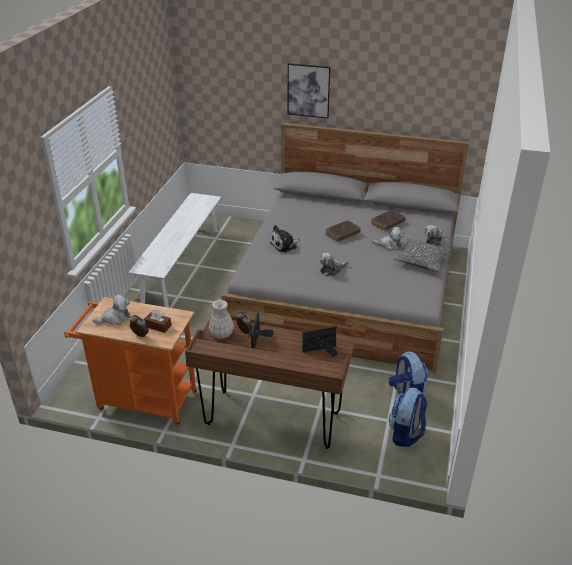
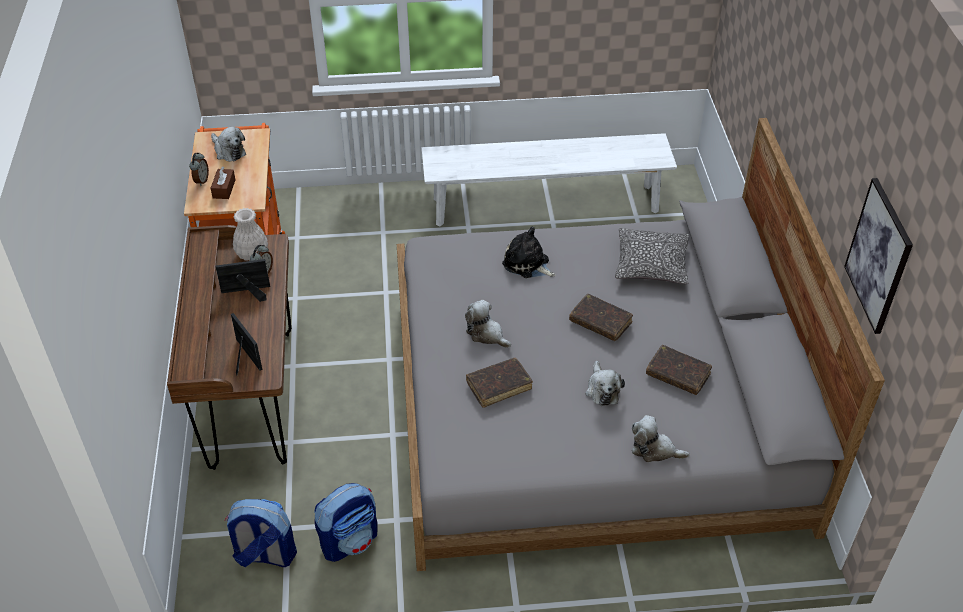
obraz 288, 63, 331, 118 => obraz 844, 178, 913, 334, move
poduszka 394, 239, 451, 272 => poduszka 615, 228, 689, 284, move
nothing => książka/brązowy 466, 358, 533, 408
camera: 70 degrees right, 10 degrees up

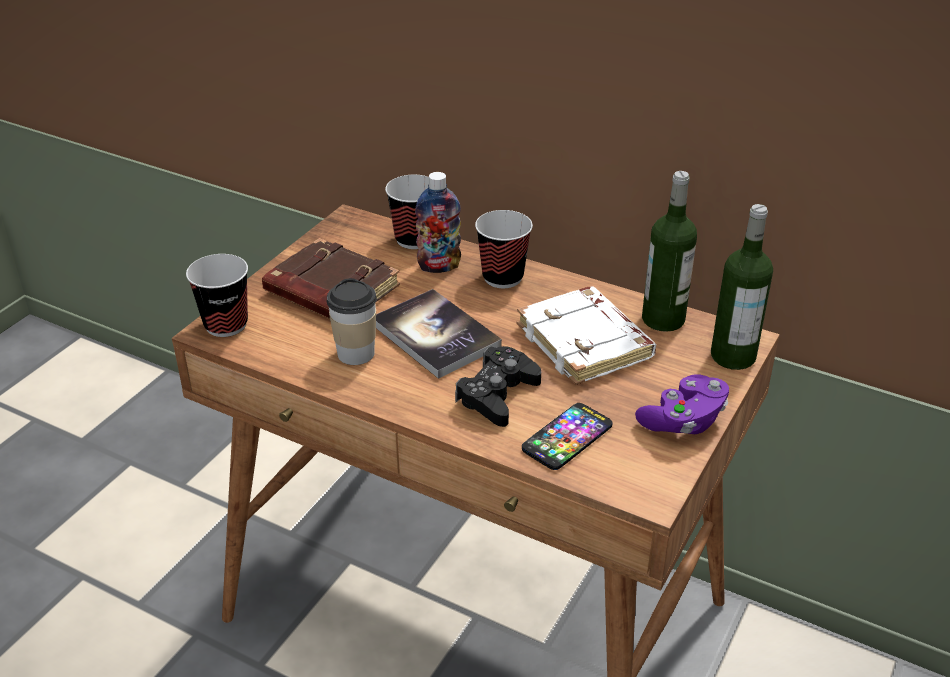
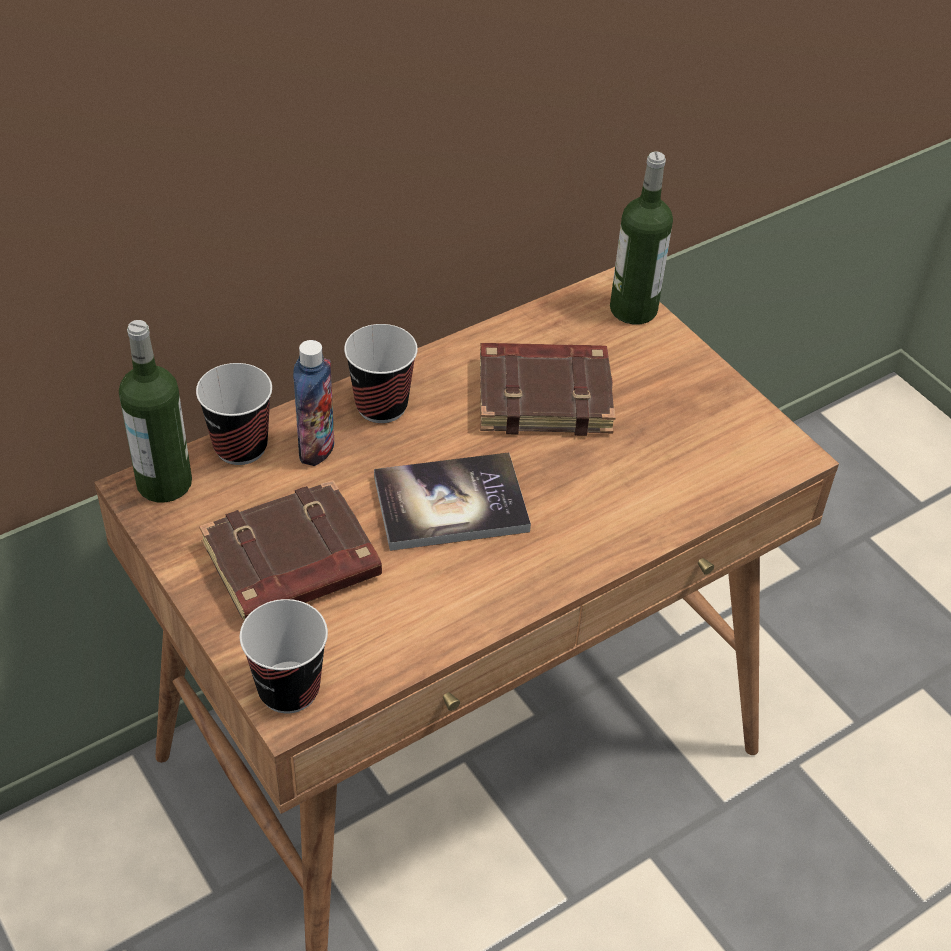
butelka 642, 171, 697, 332 => butelka 119, 320, 192, 502, move
filiżanka 327, 278, 377, 365 => nothing
książka/biały 517, 286, 656, 385 => książka/brązowy 480, 343, 615, 436
pad do gier/czarny 455, 346, 541, 427 => nothing
pad do gier/fioletowy 635, 374, 729, 434 => nothing
telefon 522, 403, 613, 470 => nothing
camera: 65 degrees left, 10 degrees up

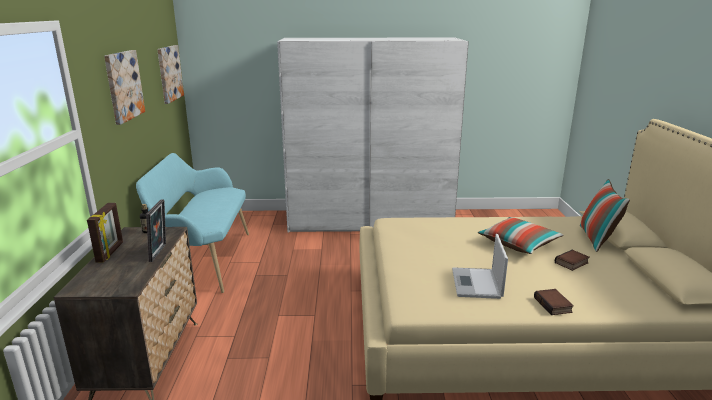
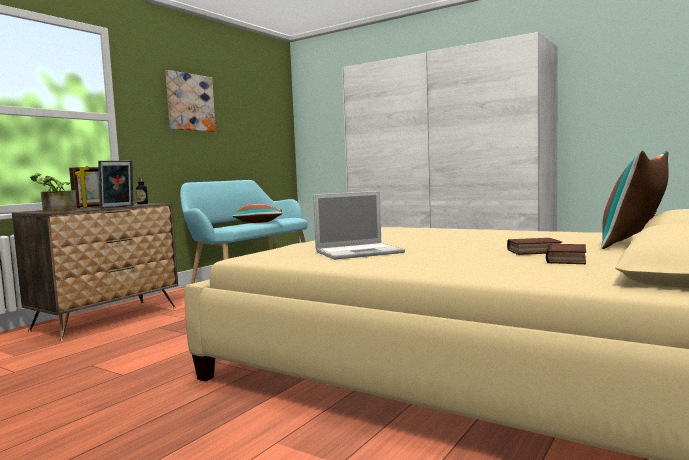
obraz 157, 45, 184, 104 => nothing
poduszka 478, 217, 564, 254 => poduszka 232, 204, 283, 223, move
laptop 452, 234, 508, 299 => laptop 313, 191, 405, 260, 150 degrees counterclockwise
książka 534, 289, 574, 315 => książka 546, 244, 586, 264, move
nothing => roślina doniczkowa 30, 173, 77, 212
camera: 35 degrees right, 15 degrees down

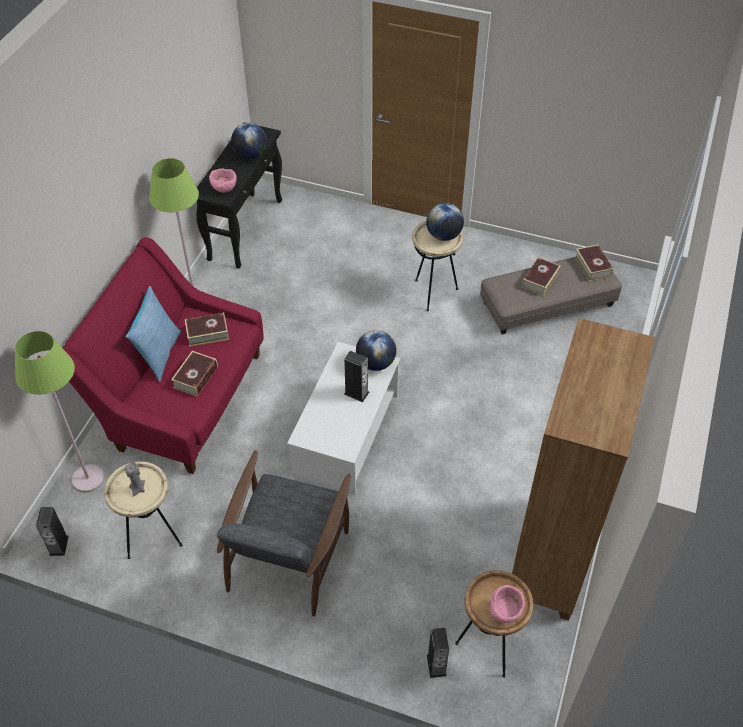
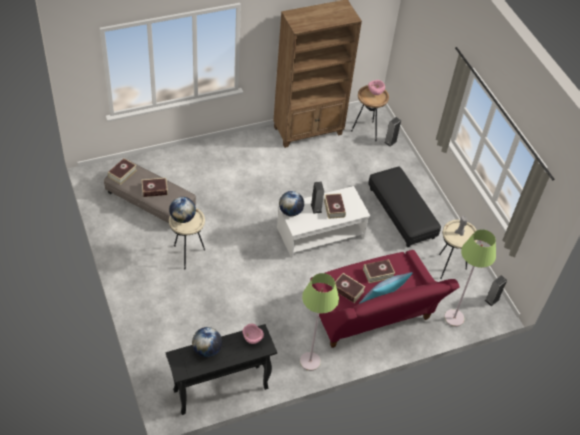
fotel/szary 217, 450, 351, 616 => pufa/czarny 368, 167, 441, 247
nothing => książka 324, 193, 346, 219
camera: 135 degrees left, 0 degrees up

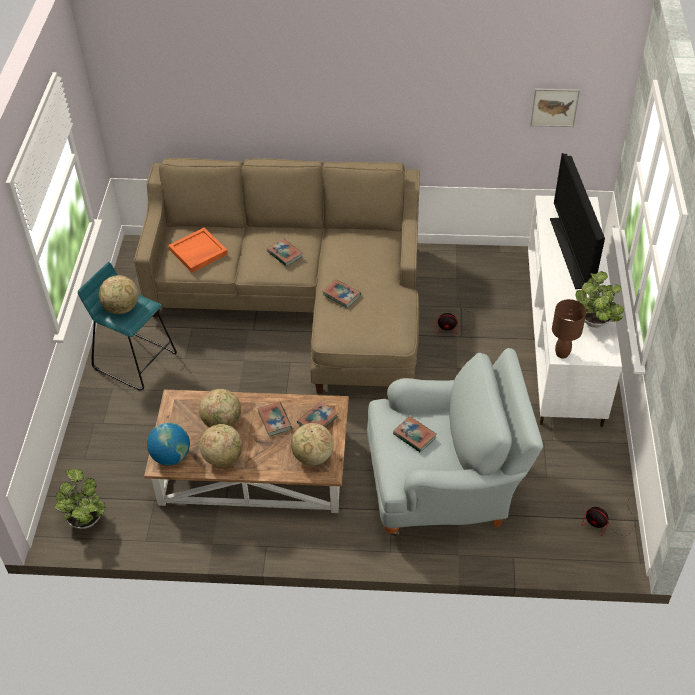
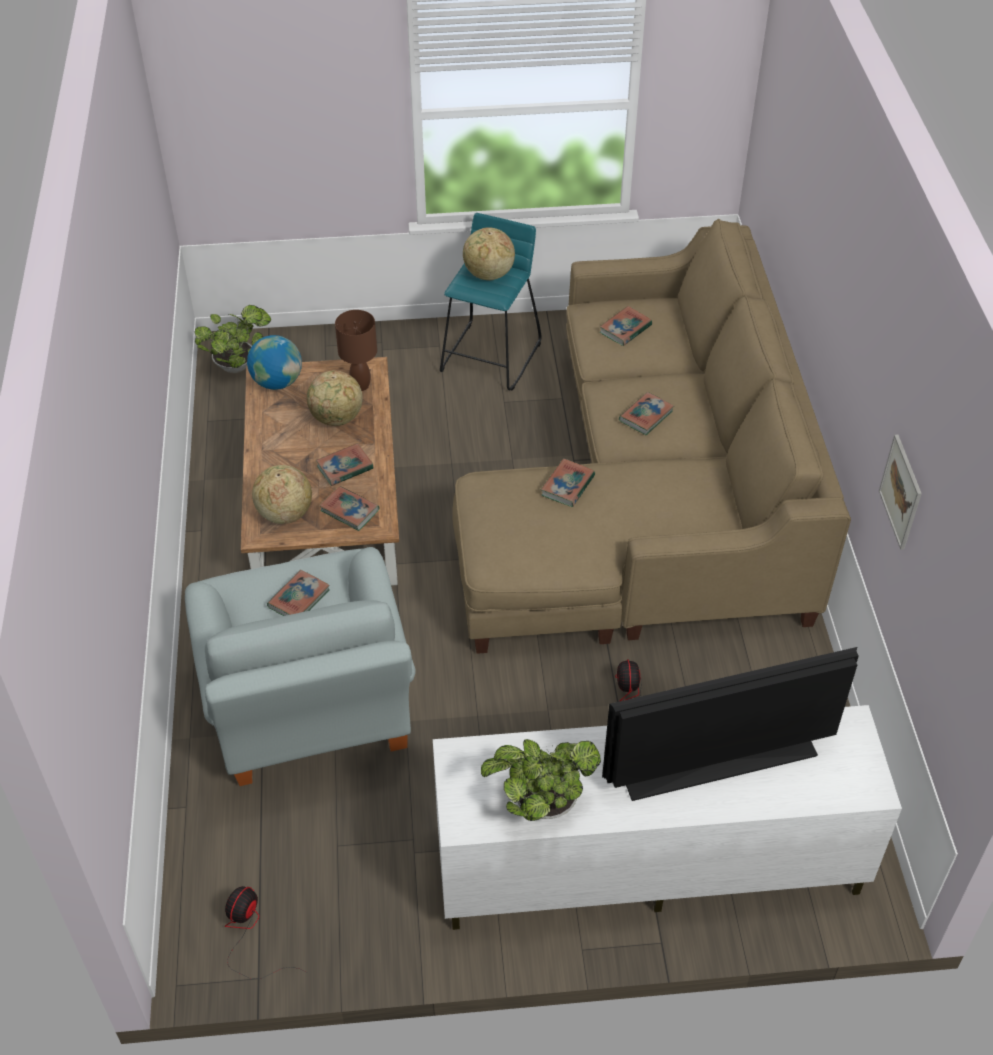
obraz 530, 88, 580, 127 => obraz 879, 434, 922, 550, move
taca/pomarańczowy 168, 228, 228, 272 => książka 599, 306, 652, 346
lampa stołowa/brązowy 552, 299, 586, 359 => lampa stołowa/brązowy 335, 310, 377, 391, move
globus 200, 424, 243, 467 => nothing
camera: 80 degrees right, 0 degrees up

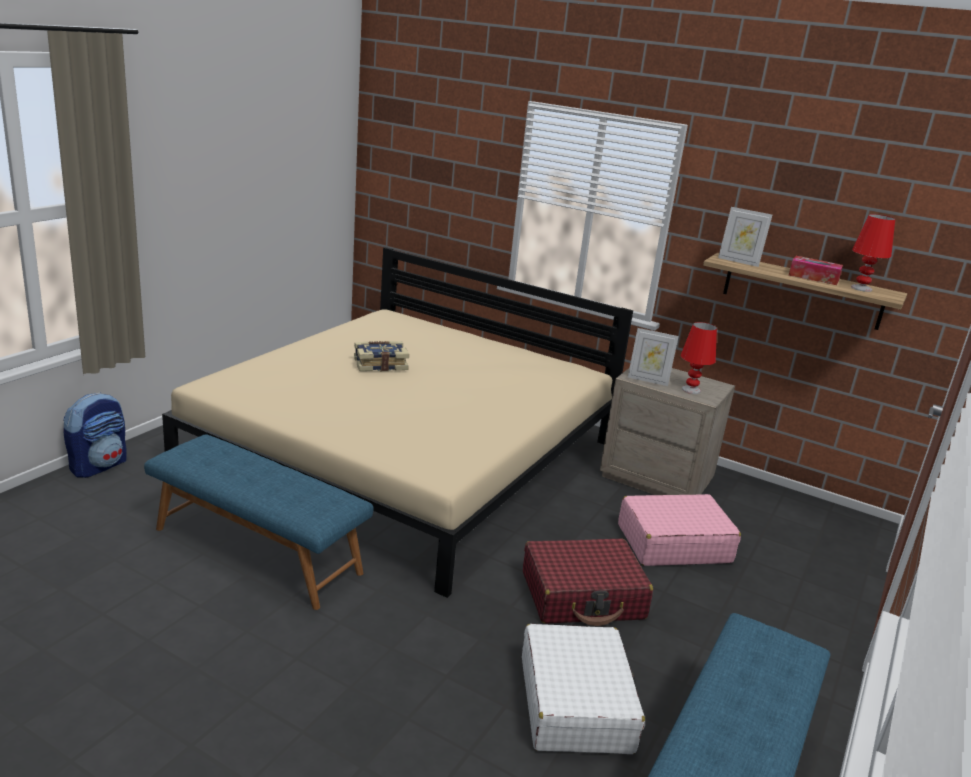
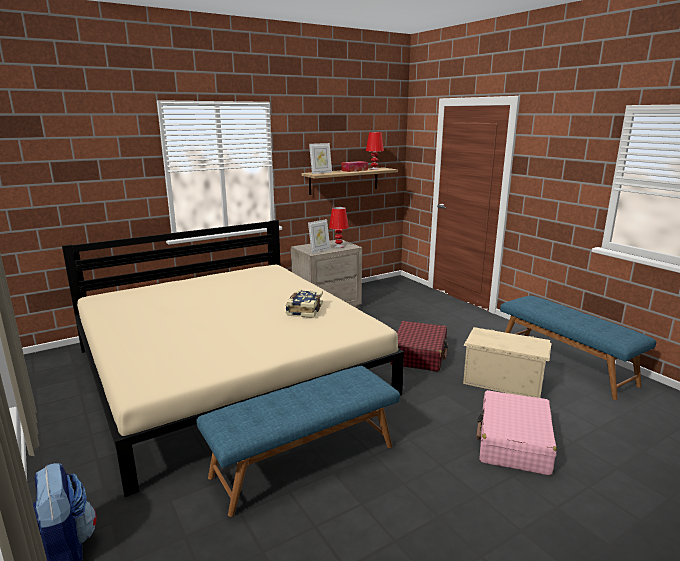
książka 354, 341, 409, 371 => książka 285, 289, 323, 318, move
walizka/różowy 618, 494, 741, 566 => walizka/różowy 476, 390, 557, 475, move
walizka/biały 522, 624, 645, 754 => pojemnik do przechowywania/beżowy 463, 327, 551, 398
camera: 60 degrees left, 5 degrees down

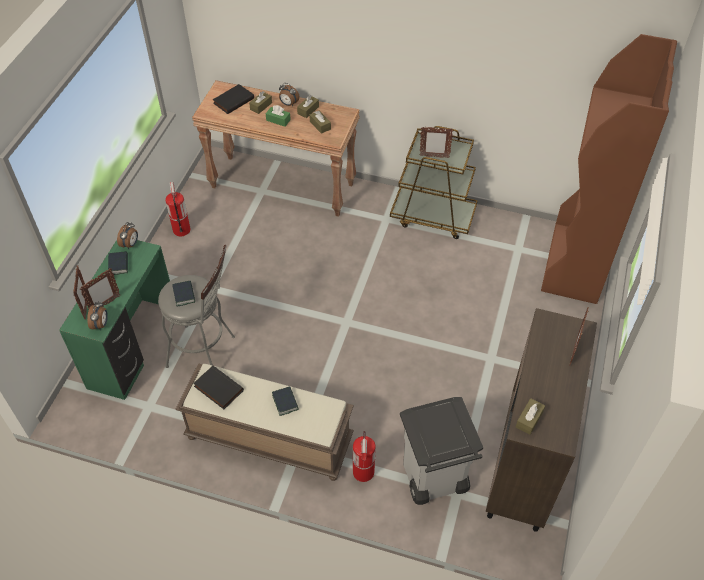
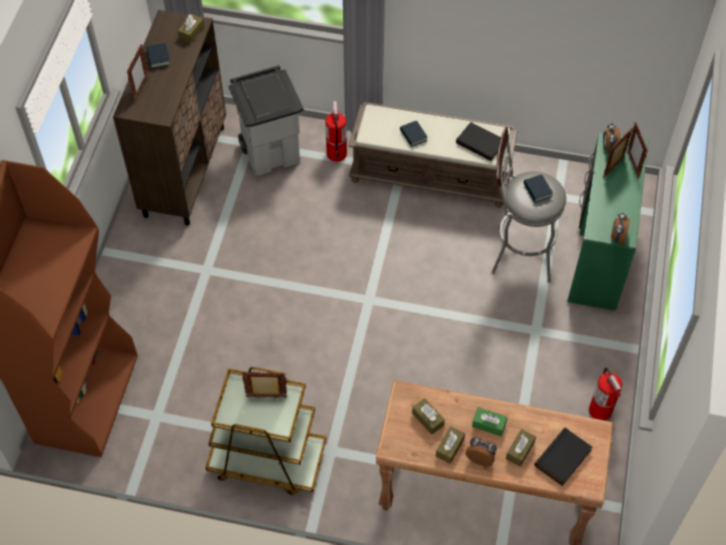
książka 108, 251, 128, 275 => książka 146, 43, 170, 69, move
camera: 175 degrees right, 5 degrees up

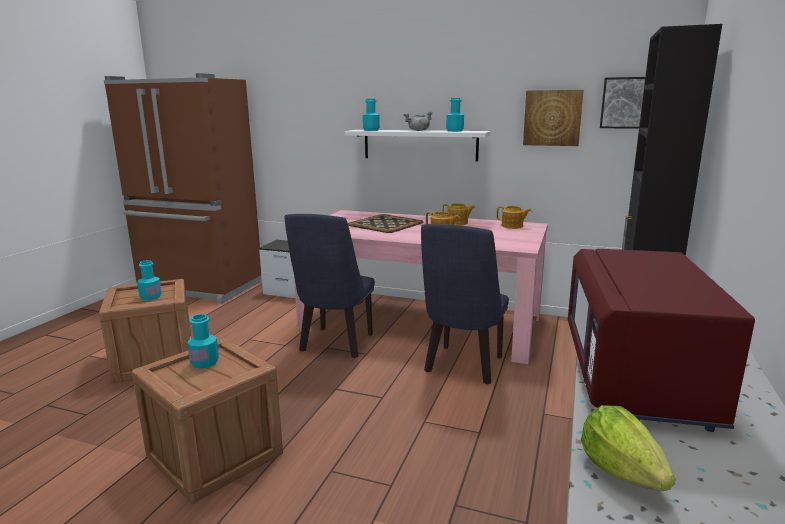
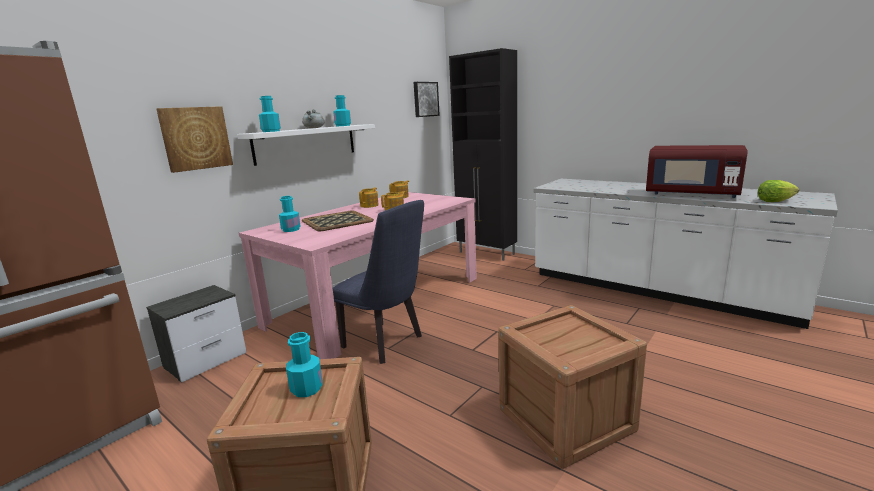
obraz 523, 90, 583, 146 => obraz 156, 106, 233, 173, move
krzesło/niebieski 421, 224, 509, 384 => nothing
butelka/turkusowy 187, 314, 219, 369 => butelka/turkusowy 279, 196, 301, 232, move
camera: 70 degrees left, 0 degrees up

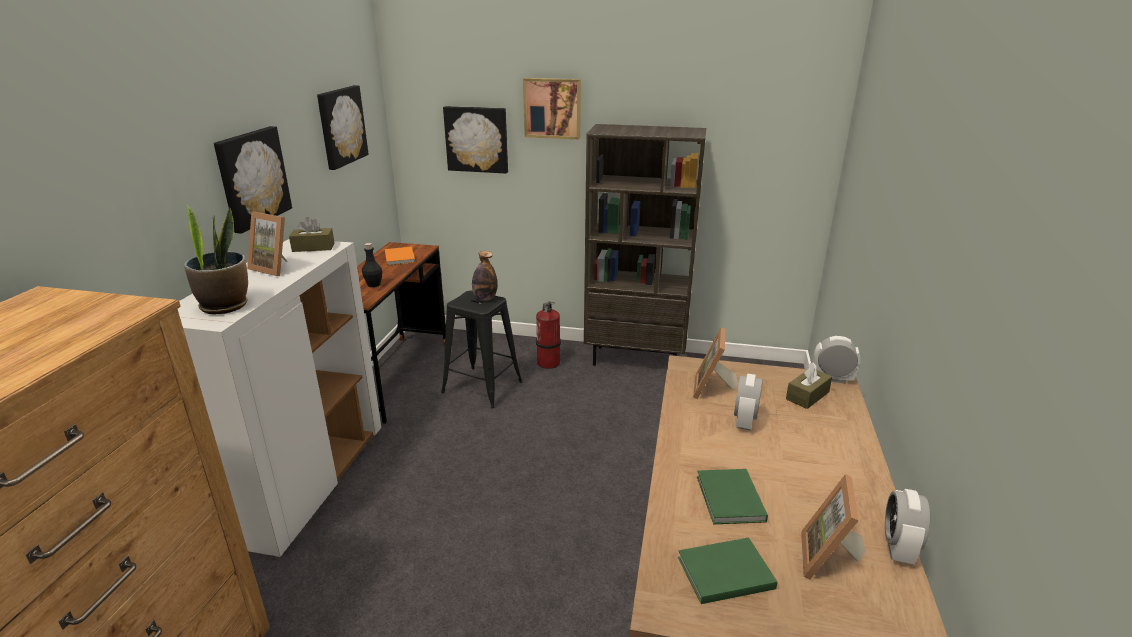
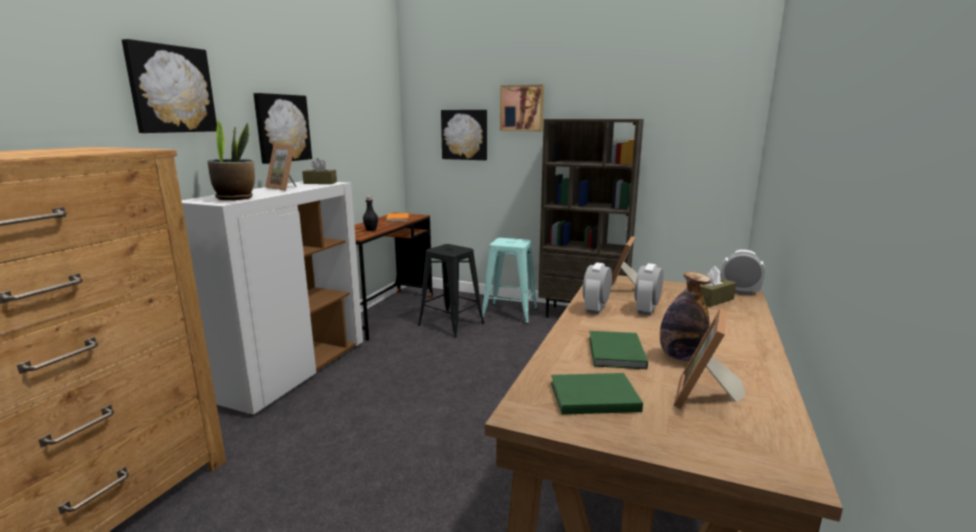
obraz 317, 85, 369, 170 => obraz 122, 39, 217, 133, move
butelka 472, 251, 497, 301 => butelka 660, 272, 711, 361, move
gaśnica 536, 301, 561, 369 => stołek/turkusowy 482, 238, 538, 324
budzik 885, 489, 930, 564 => budzik 583, 263, 612, 314, move
camera: 10 degrees right, 10 degrees down

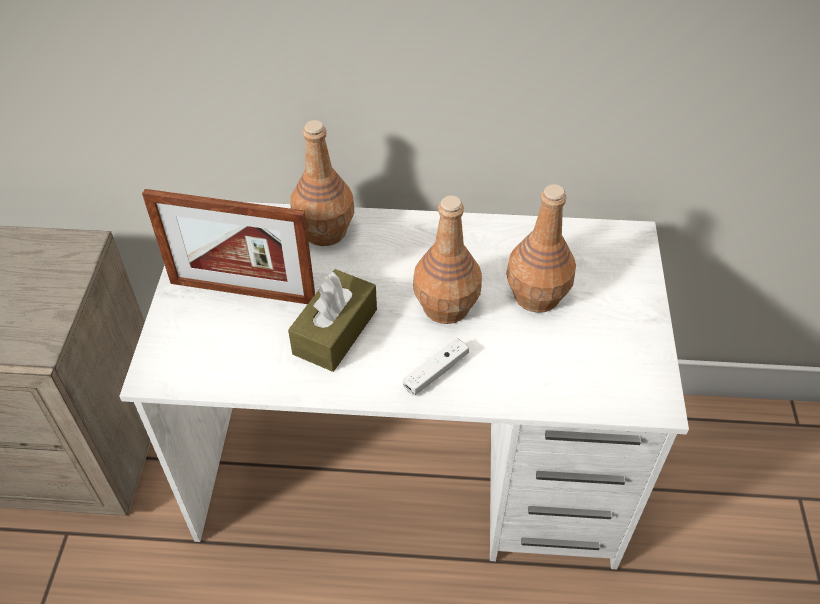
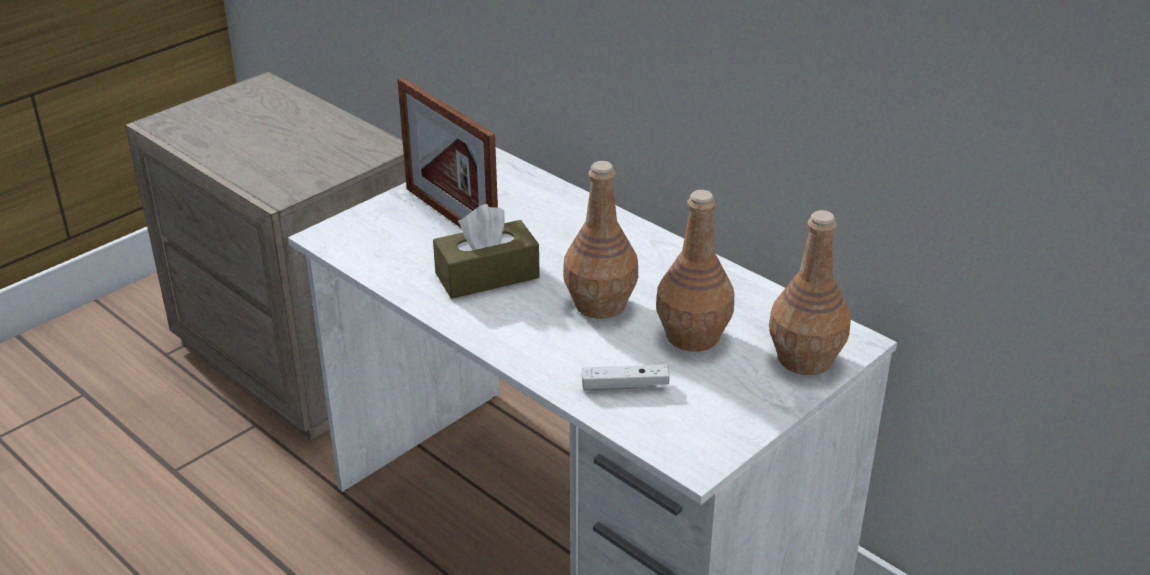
butelka/brązowy 290, 120, 354, 246 => butelka/brązowy 769, 210, 851, 375, move
pad do gier/biały 403, 338, 469, 396 => pad do gier/biały 582, 365, 670, 390, move
camera: 40 degrees right, 15 degrees down

